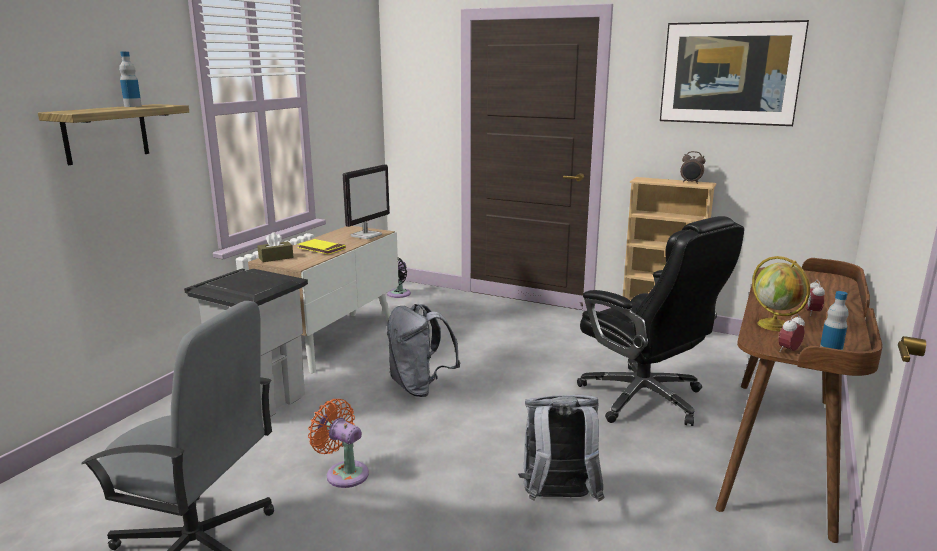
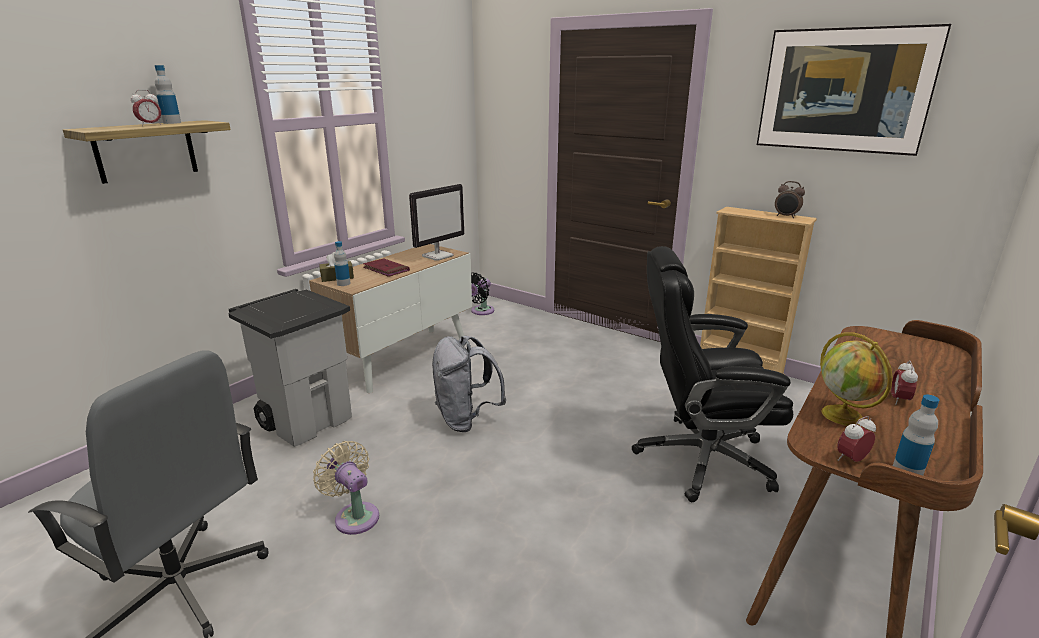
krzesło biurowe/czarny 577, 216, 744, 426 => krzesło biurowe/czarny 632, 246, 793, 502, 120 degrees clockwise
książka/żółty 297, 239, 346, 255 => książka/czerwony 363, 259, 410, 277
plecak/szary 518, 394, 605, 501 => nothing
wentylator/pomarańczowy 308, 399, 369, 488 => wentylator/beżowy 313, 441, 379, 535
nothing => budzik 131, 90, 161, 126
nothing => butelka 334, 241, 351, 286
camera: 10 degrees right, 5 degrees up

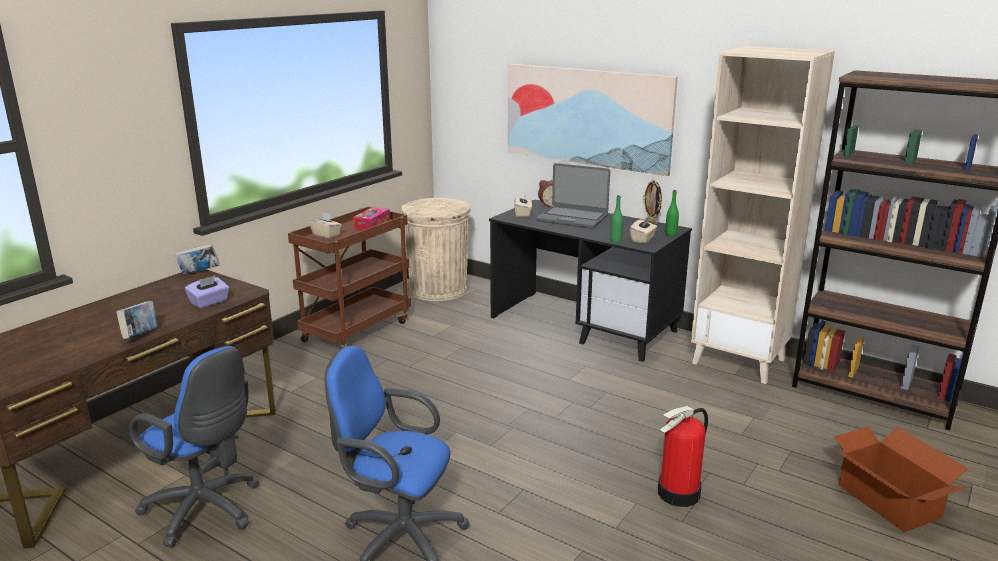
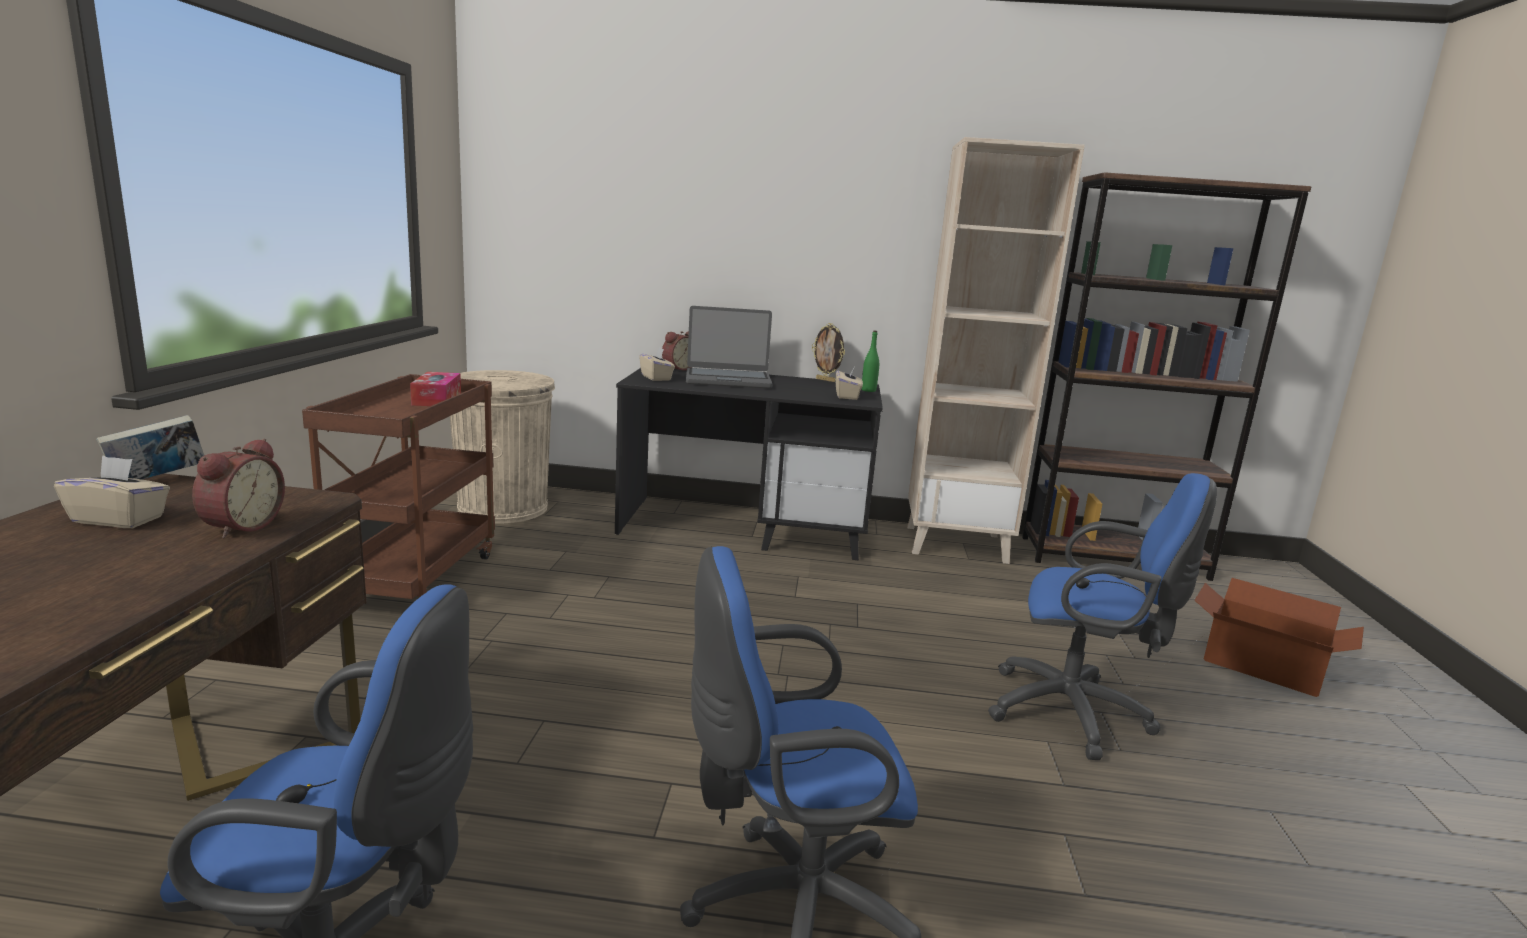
obraz 508, 64, 678, 176 => nothing
butelka/zielony 610, 195, 623, 243 => nothing
pudełko chusteczek/beżowy 309, 212, 342, 239 => pudełko chusteczek/beżowy 54, 455, 170, 528, move
pudełko chusteczek/fioletowy 185, 275, 229, 309 => budzik 192, 439, 285, 539
książka 116, 301, 158, 339 => nothing
gaśnica 658, 406, 708, 507 => krzesło biurowe/niebieski 988, 473, 1217, 760
camera: 30 degrees left, 5 degrees down

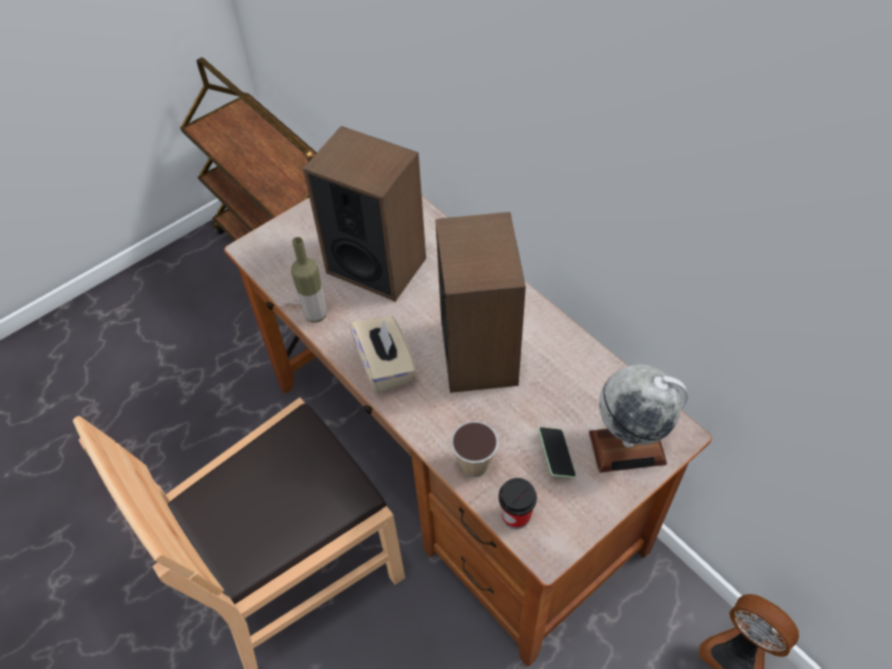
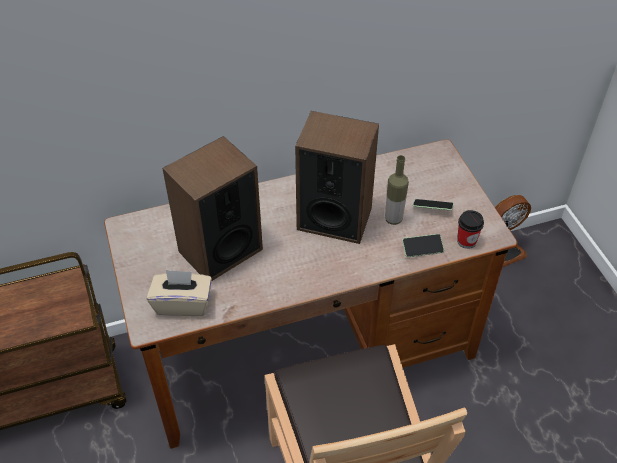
butelka 291, 237, 327, 323 => butelka 385, 155, 409, 225, move
pudełko chusteczek/beżowy 350, 316, 416, 393 => pudełko chusteczek/beżowy 147, 270, 212, 316, move
globus 589, 365, 688, 473 => nothing
filiżanka 451, 421, 498, 477 => telefon 402, 234, 444, 257
camera: 70 degrees left, 5 degrees down

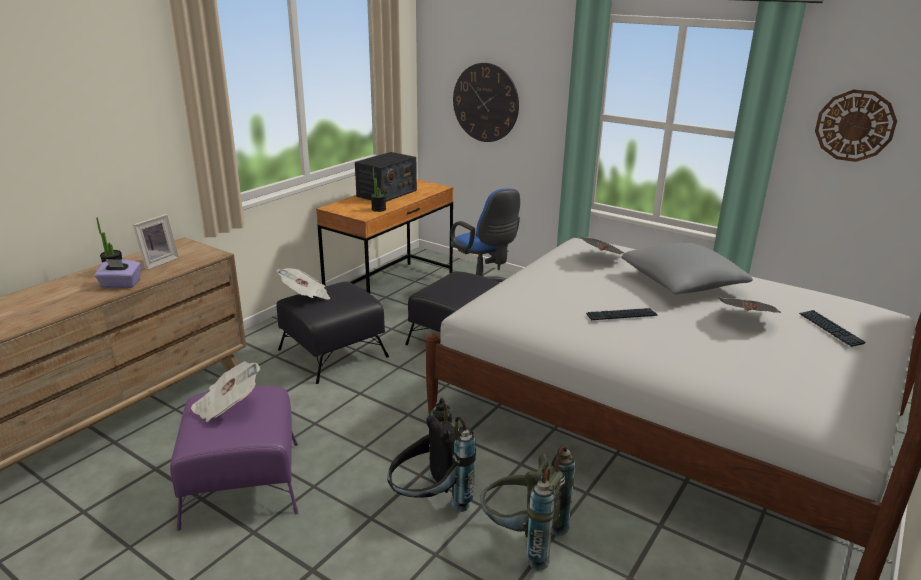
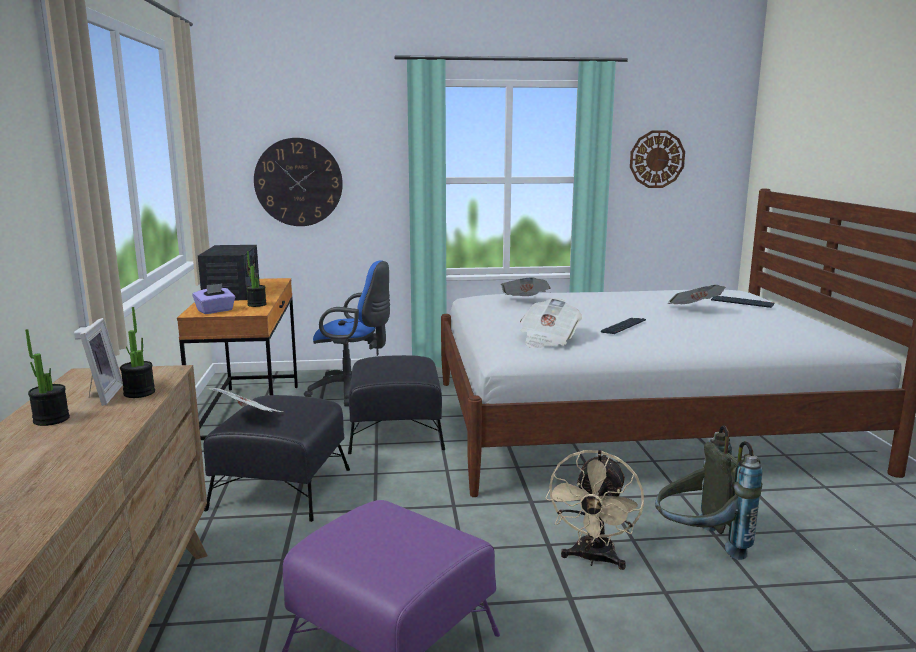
poduszka/szary 621, 243, 753, 295 => nothing
pudełko chusteczek/fioletowy 95, 259, 141, 288 => pudełko chusteczek/fioletowy 192, 284, 235, 314, move
gazeta 191, 361, 260, 422 => gazeta 520, 298, 582, 348, move
plecak/czarny 387, 398, 476, 512 => wentylator/beżowy 545, 450, 644, 570
nothing => roślina doniczkowa 120, 307, 155, 398
camera: 40 degrees left, 10 degrees down

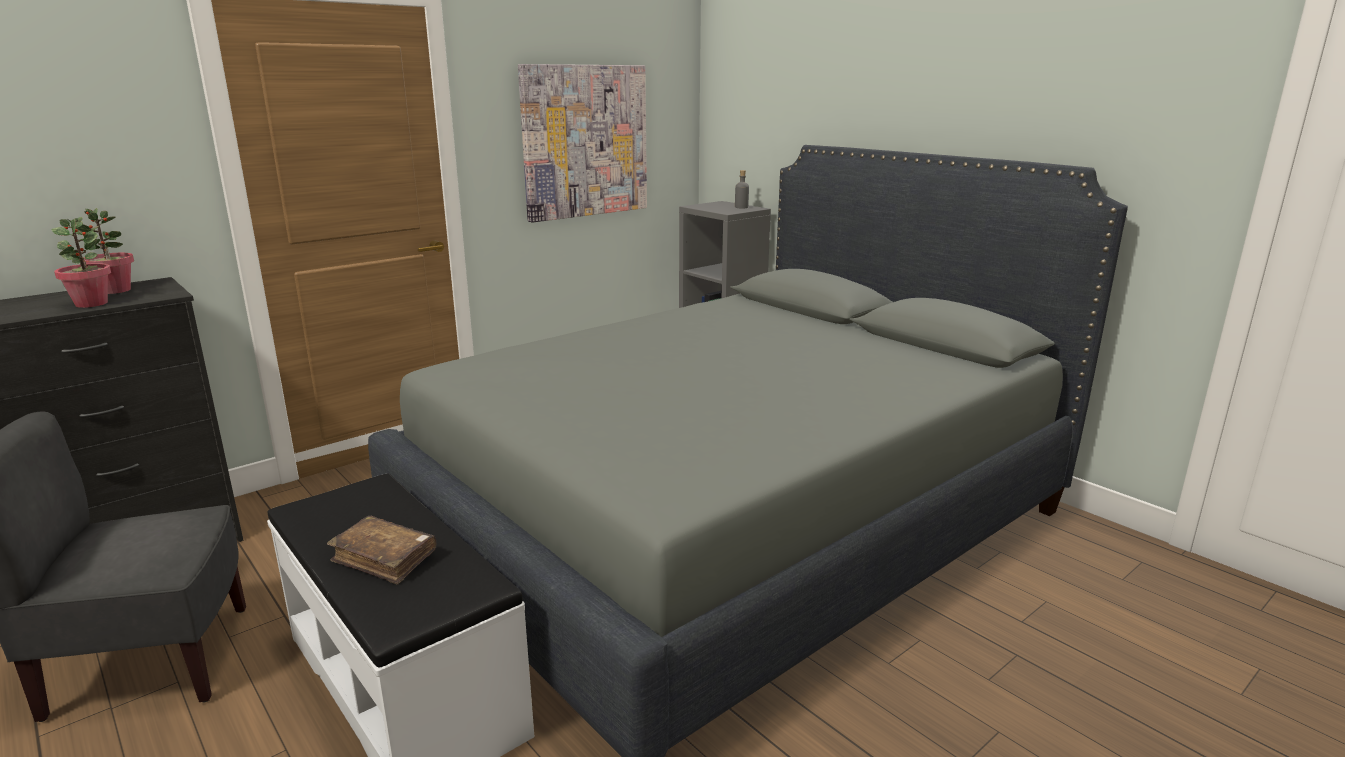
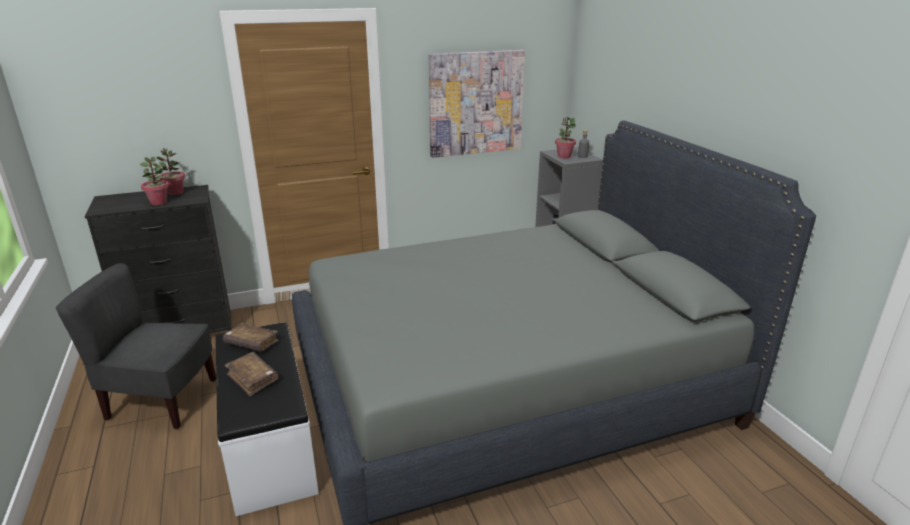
nothing => roślina doniczkowa 555, 117, 576, 158
nothing => książka/brązowy 223, 323, 279, 352
camera: 20 degrees right, 5 degrees up

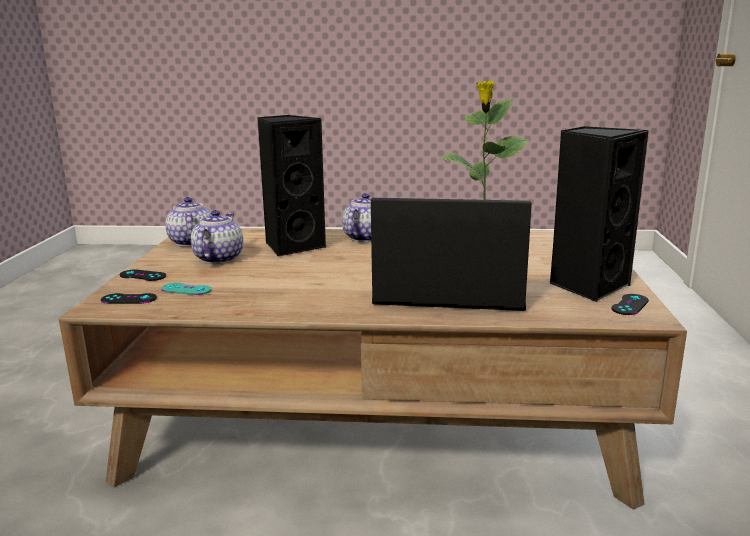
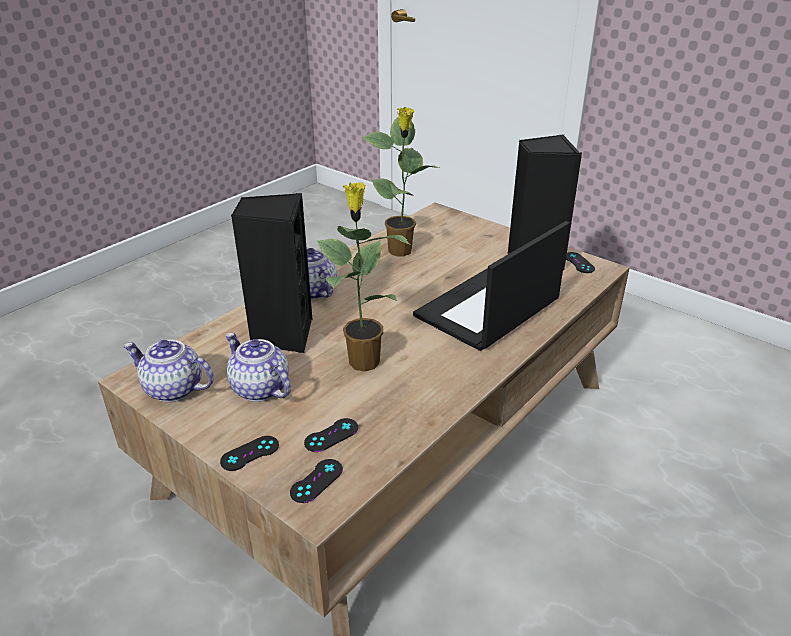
pad do gier/turkusowy 161, 283, 212, 295 => pad do gier/czarny 304, 418, 358, 452
nothing => roślina doniczkowa 317, 182, 411, 372
camera: 55 degrees left, 15 degrees up

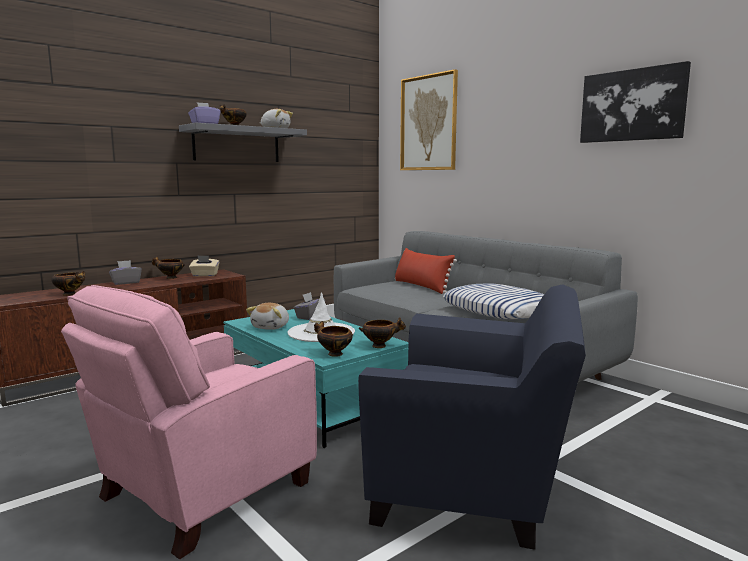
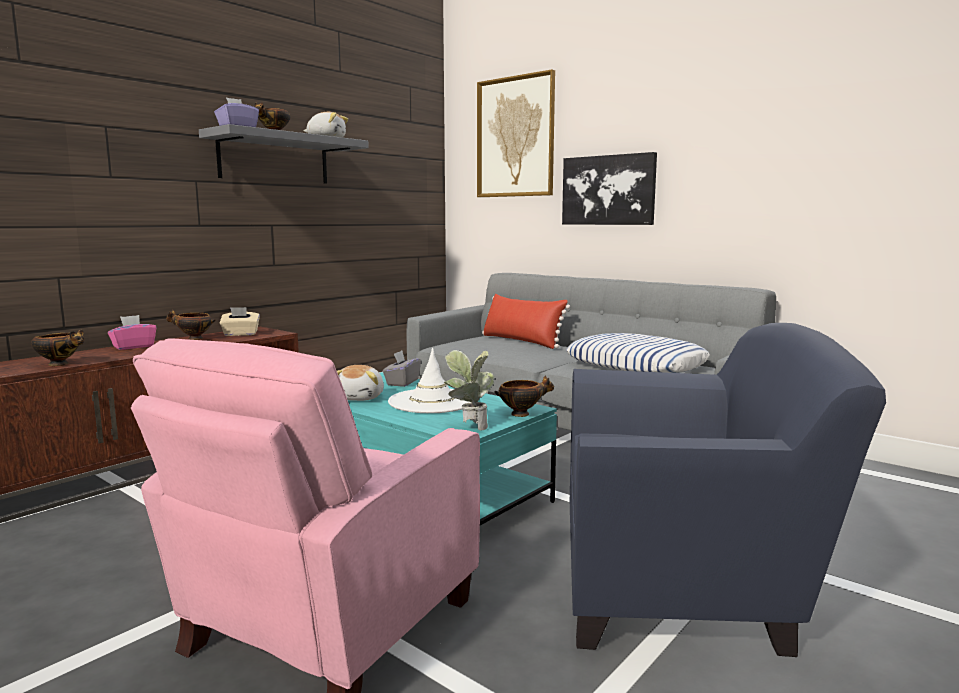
obraz 580, 61, 691, 143 => obraz 562, 152, 657, 225, move
pudełko chusteczek/szary 109, 260, 142, 285 => pudełko chusteczek/różowy 108, 315, 157, 350
miska 314, 321, 353, 357 => roślina doniczkowa 444, 350, 495, 431
camera: 10 degrees left, 0 degrees up

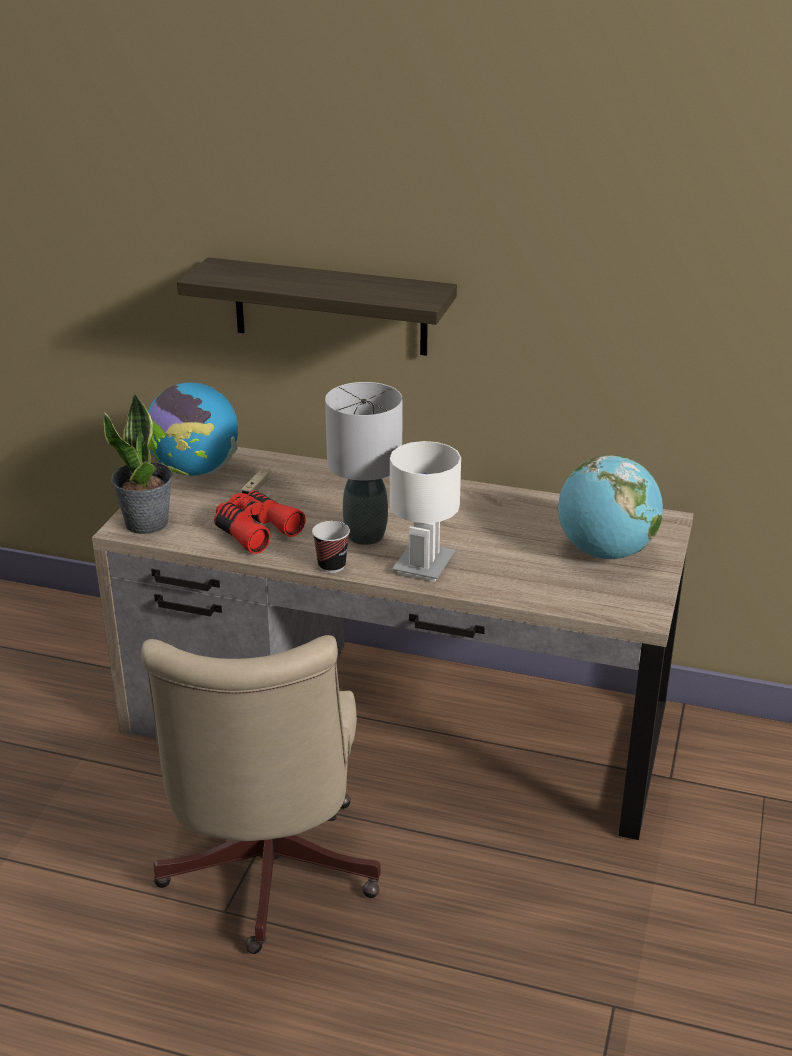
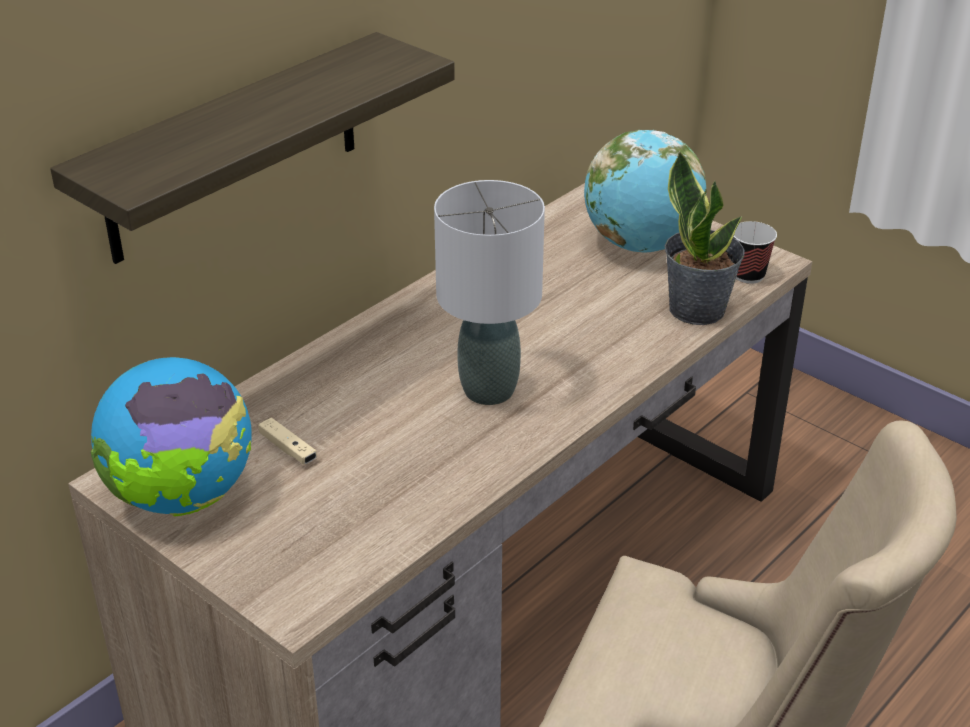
roślina doniczkowa 104, 393, 173, 534 => roślina doniczkowa 665, 150, 745, 325, move
lampa stołowa/biały 390, 441, 461, 582 => nothing
lornetka/czerwony 214, 490, 306, 554 => nothing
filiżanka 312, 521, 350, 573 => filiżanka 733, 221, 777, 284, move
camera: 65 degrees left, 5 degrees up

